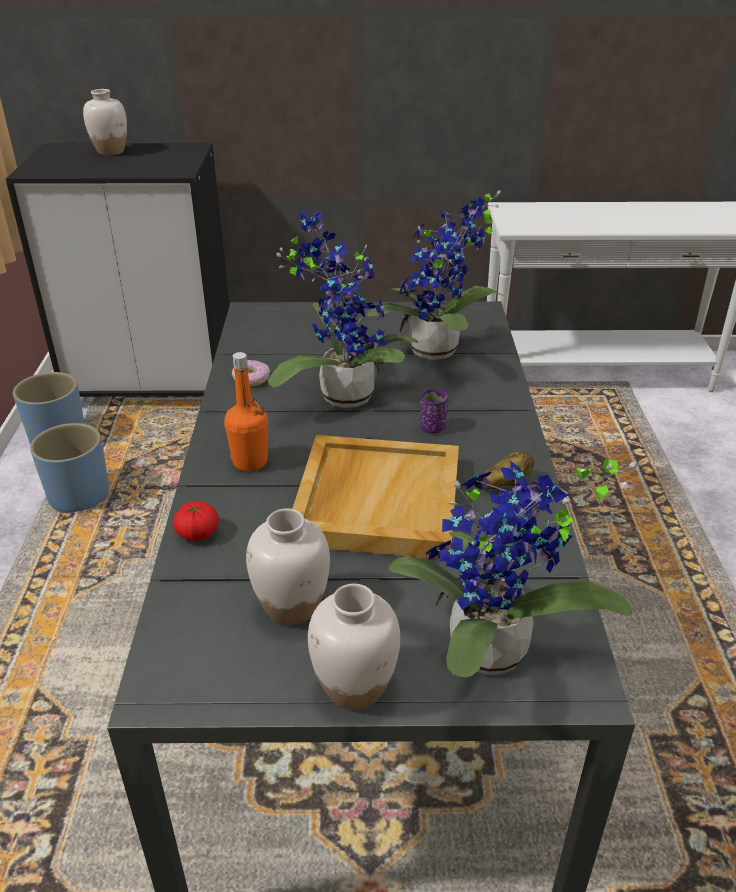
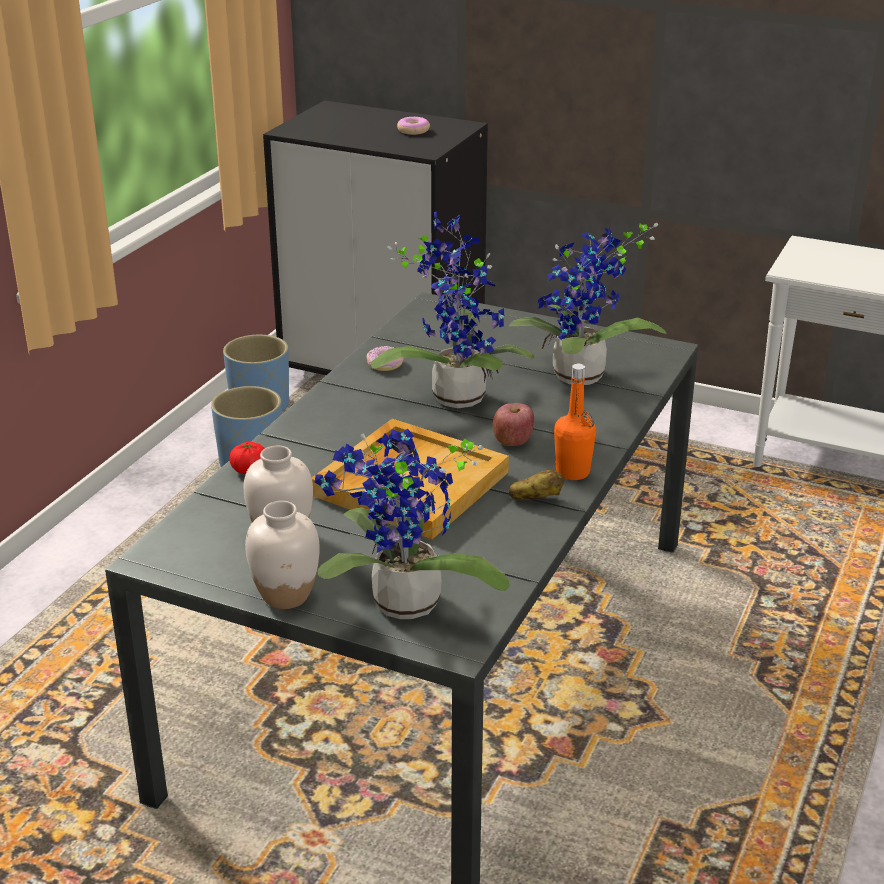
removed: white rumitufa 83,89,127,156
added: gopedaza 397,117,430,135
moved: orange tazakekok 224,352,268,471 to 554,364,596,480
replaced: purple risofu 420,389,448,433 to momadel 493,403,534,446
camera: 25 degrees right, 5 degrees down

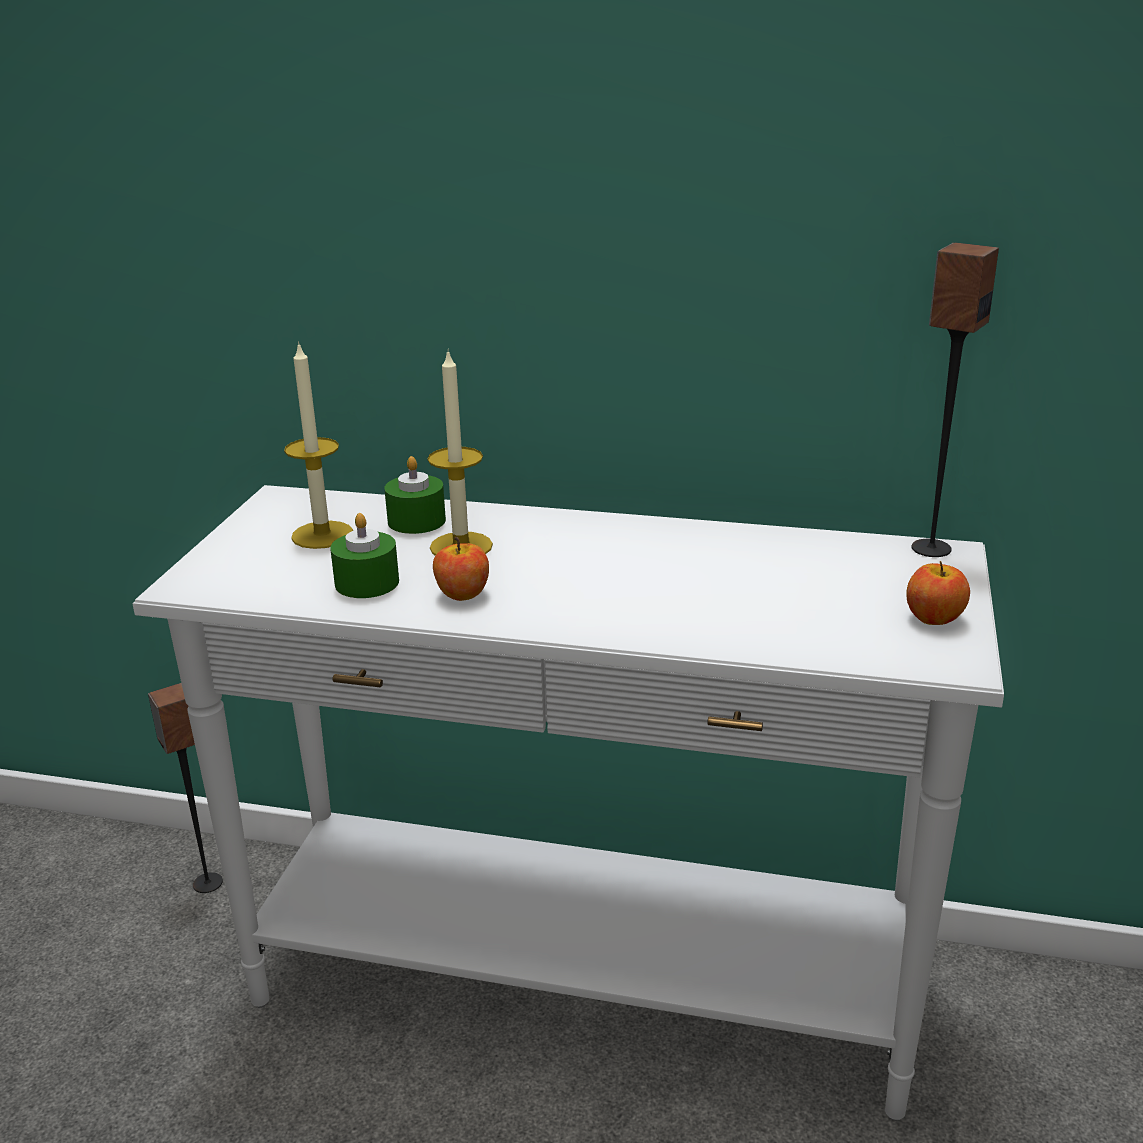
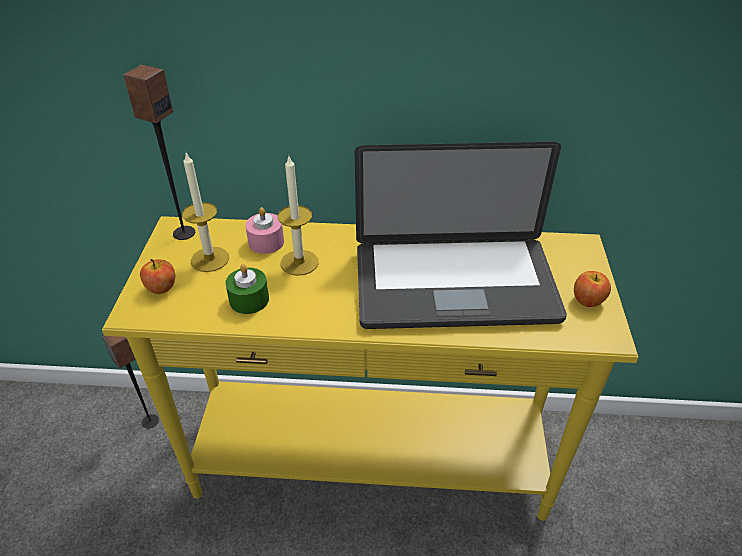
added: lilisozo 355,142,567,329
moved: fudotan 912,243,999,557 to 123,65,195,240; momadel 433,537,489,601 to 140,259,175,294
recoloured: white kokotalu 133,485,1004,1121 to yellow kokotalu 102,216,638,521; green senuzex 384,456,446,534 to pink senuzex 245,207,284,254
camera: 10 degrees left, 15 degrees up

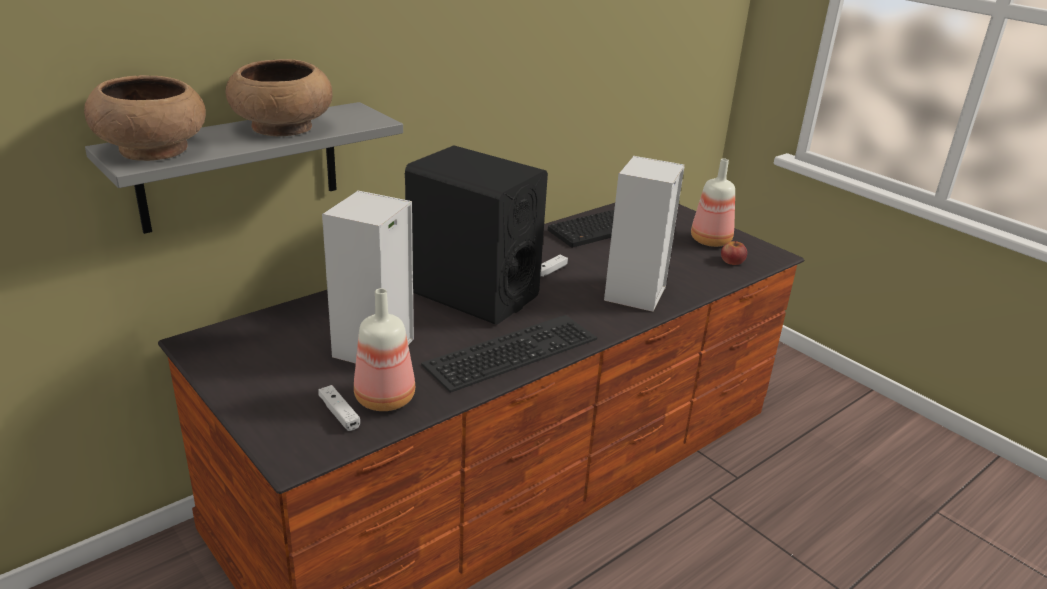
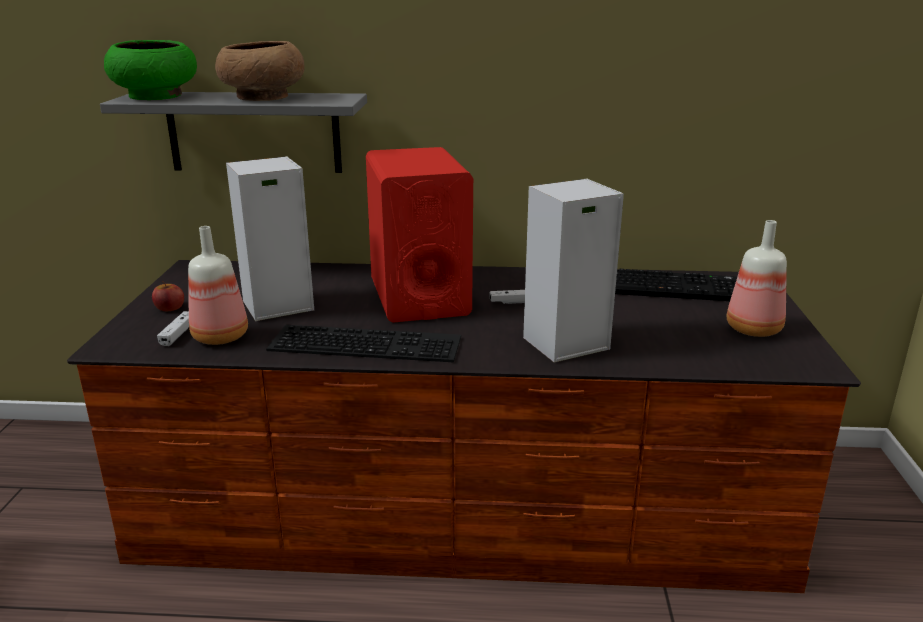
moved: momadel 721,240,747,265 to 152,281,184,311
recoloured: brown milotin 84,75,206,161 to green milotin 104,40,197,100; black fudotan 404,146,548,325 to red fudotan 366,147,473,323
camera: 45 degrees right, 5 degrees down

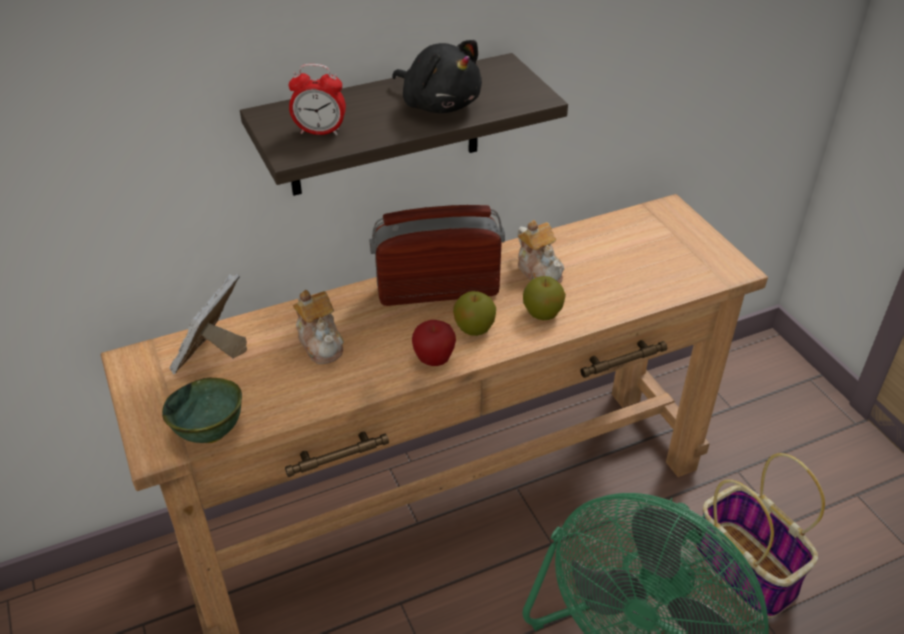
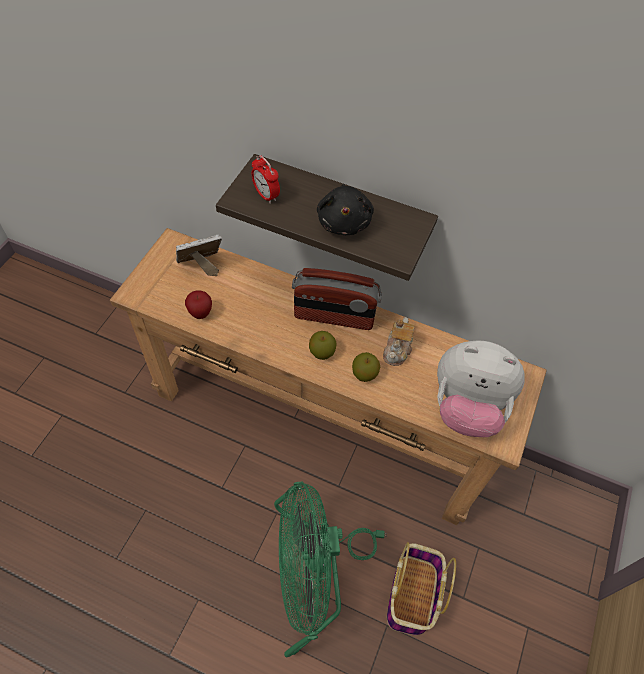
removed: green milotin 162,378,242,443; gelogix 293,290,344,364
added: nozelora 437,340,525,437
moved: momadel 412,320,456,366 to 185,290,212,319
turned: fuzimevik 369,205,505,306 = 292,268,382,330 150 degrees clockwise
camera: 45 degrees right, 15 degrees up

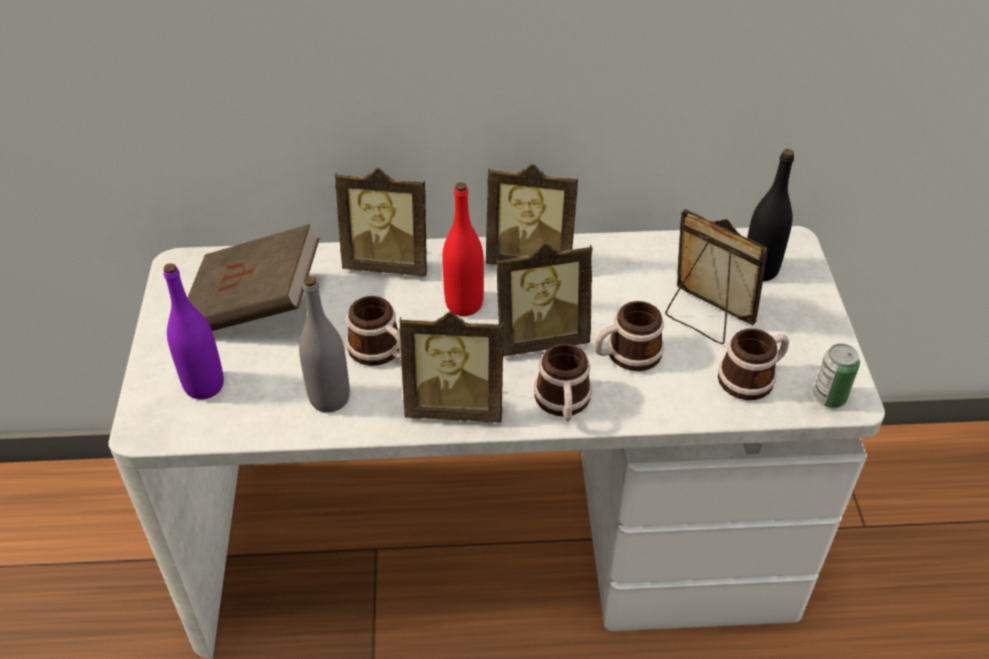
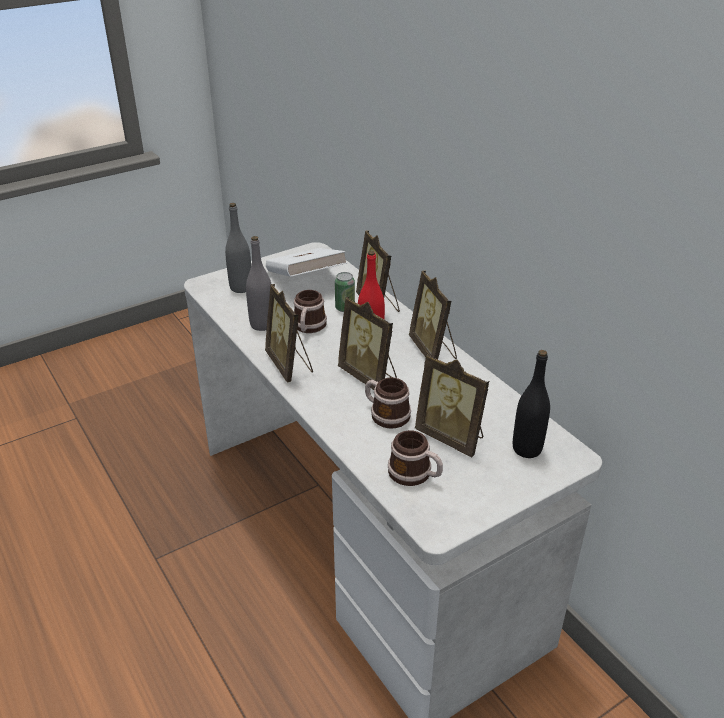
removed: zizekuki 534,344,592,421
moved: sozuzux 813,344,860,408 to 335,272,355,312
recoloured: purple tazakekok 164,263,224,399 to grey tazakekok 225,203,251,293; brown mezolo 187,224,320,331 to white mezolo 266,248,347,277
turned: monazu 665,209,768,344 = 415,354,489,457 120 degrees clockwise
camera: 60 degrees right, 10 degrees down

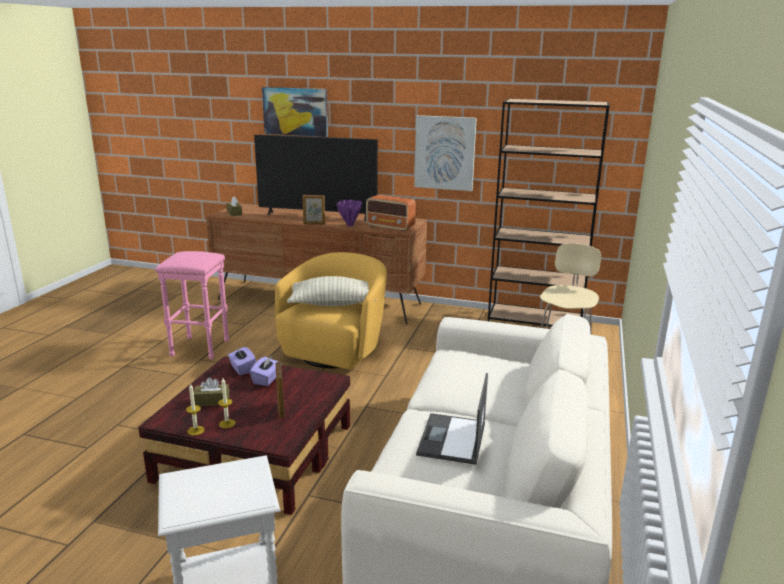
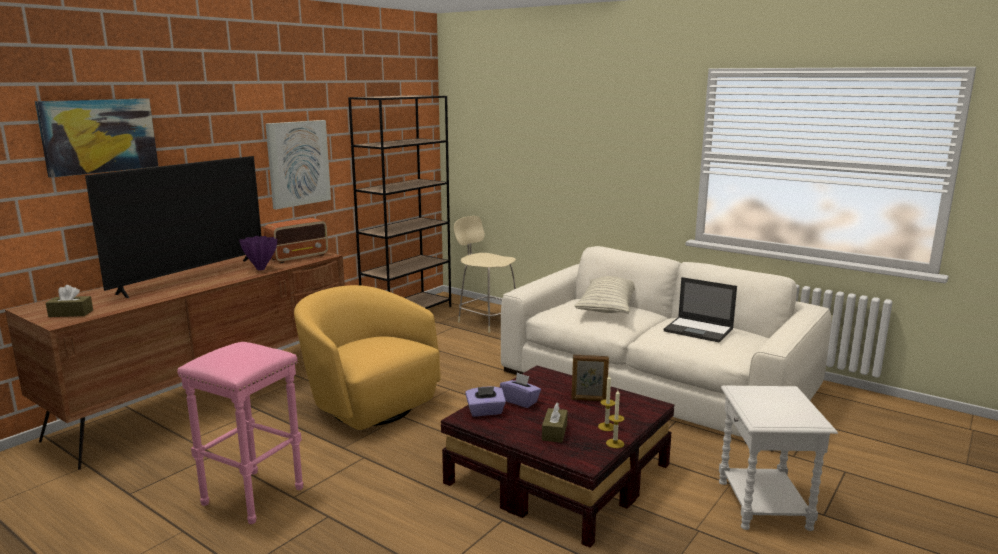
removed: monazu 302,195,325,224
moved: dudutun 287,276,376,306 to 574,276,635,314
camera: 70 degrees left, 5 degrees down

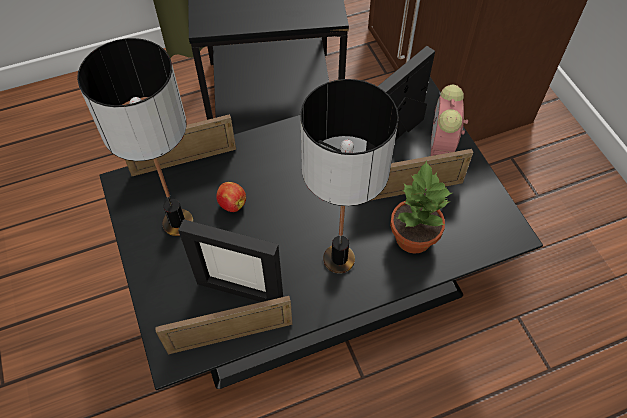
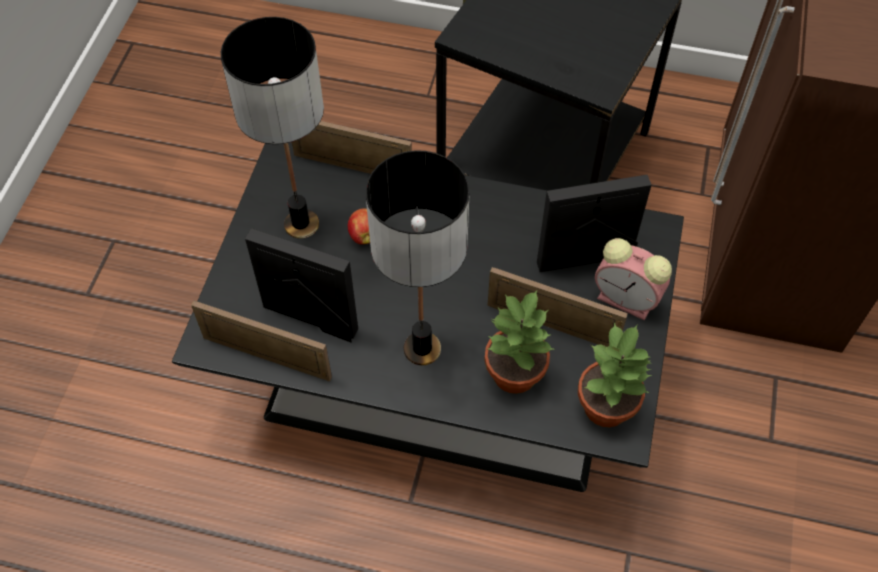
added: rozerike 578,322,652,427
turned: monazu 178,219,283,302 = 245,228,358,343 150 degrees clockwise; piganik 430,85,468,156 = 595,238,672,321 105 degrees counterclockwise
camera: 35 degrees right, 0 degrees up

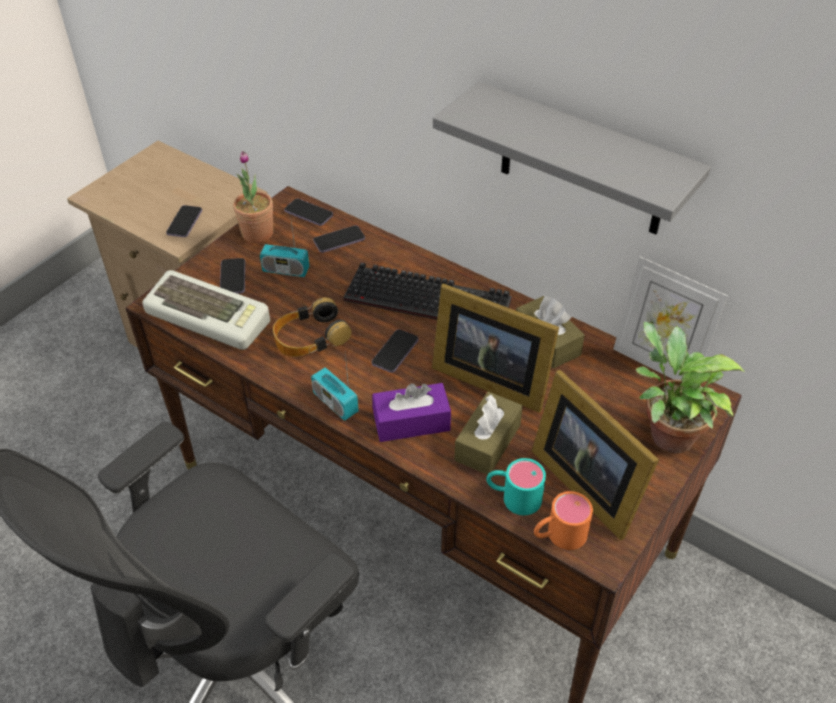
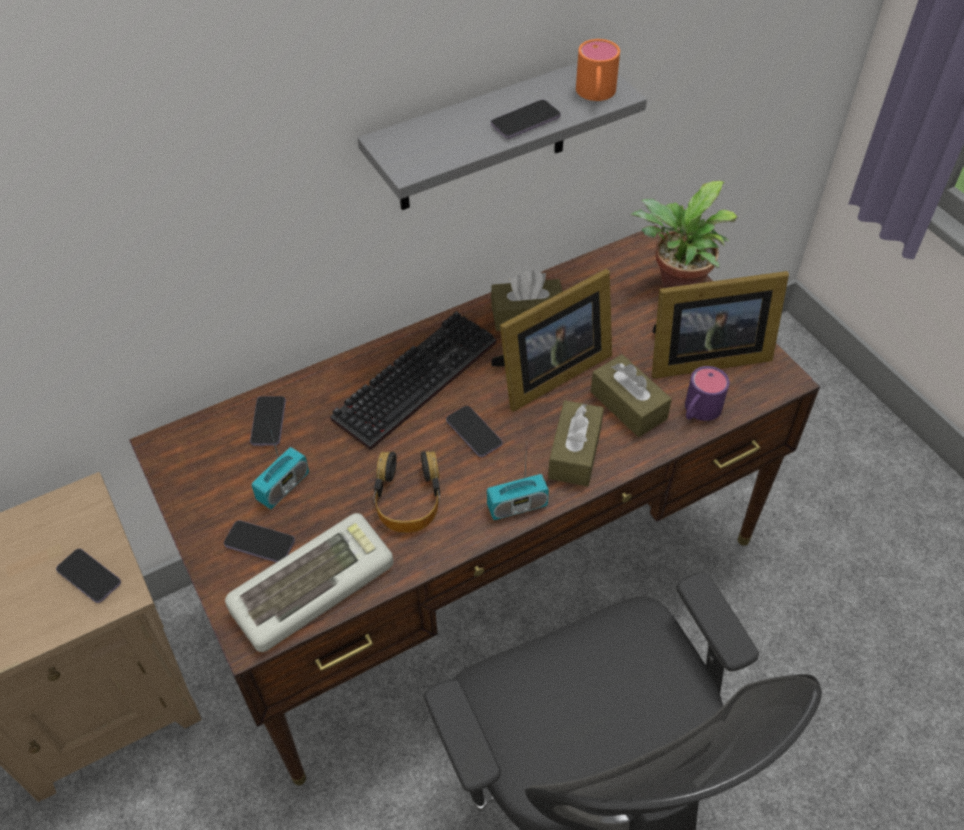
removed: rozerike 233,151,273,243; monazu 613,257,728,380
moved: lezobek 284,199,333,226 to 491,100,561,139; orange zizekuki 534,491,593,550 to 576,39,620,101
recoloured: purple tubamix 372,383,451,442 to brown tubamix 548,400,604,486; turquoise zizekuki 486,458,546,515 to purple zizekuki 685,366,729,421
camera: 65 degrees left, 5 degrees up

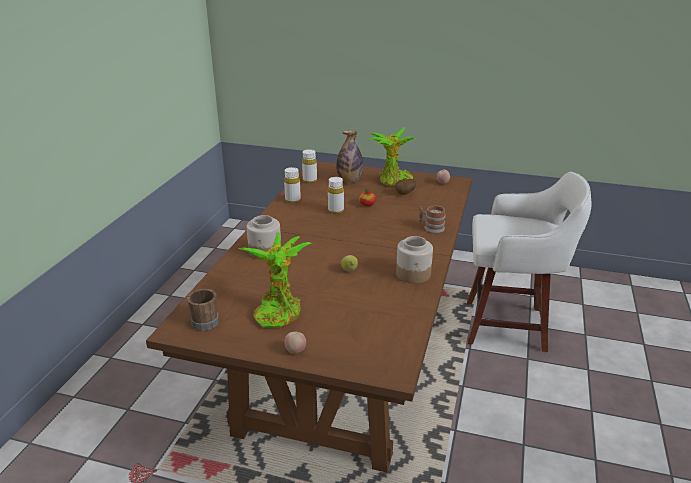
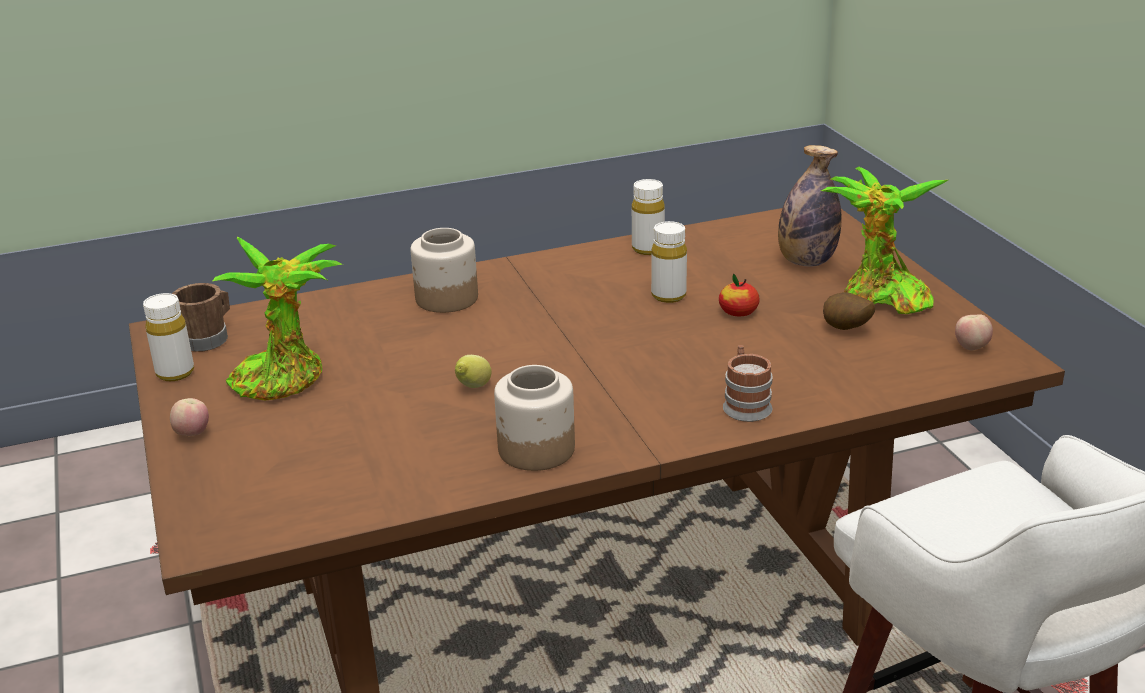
moved: white tazakekok 302,149,317,183 to 143,293,194,381
camera: 55 degrees right, 0 degrees up

